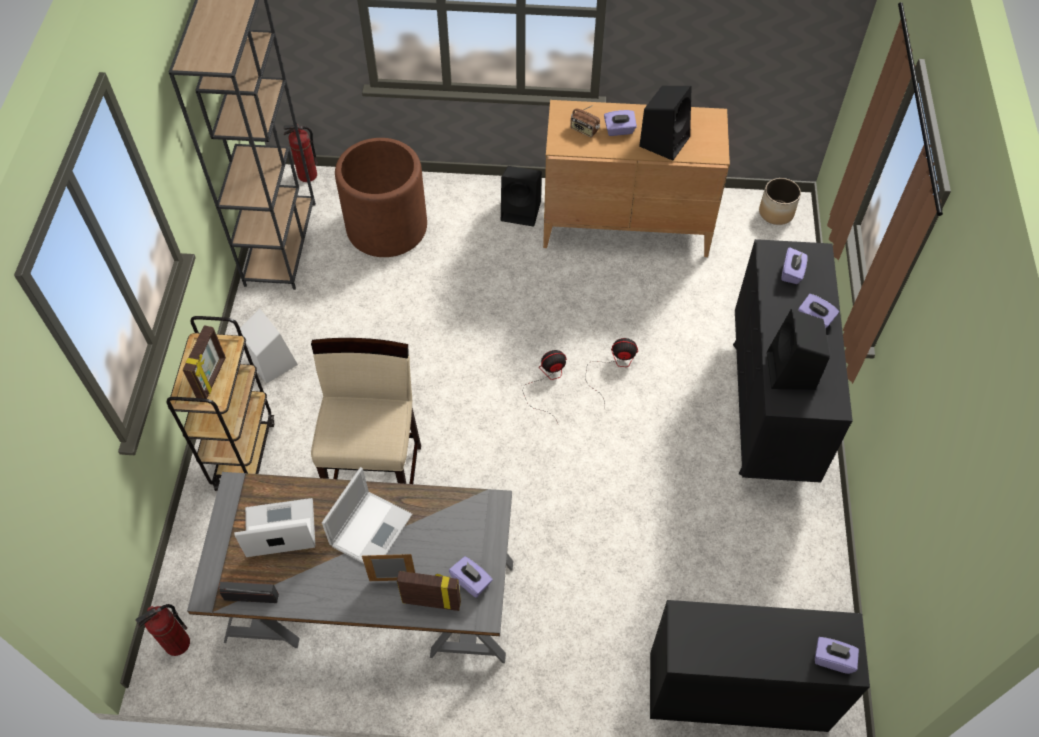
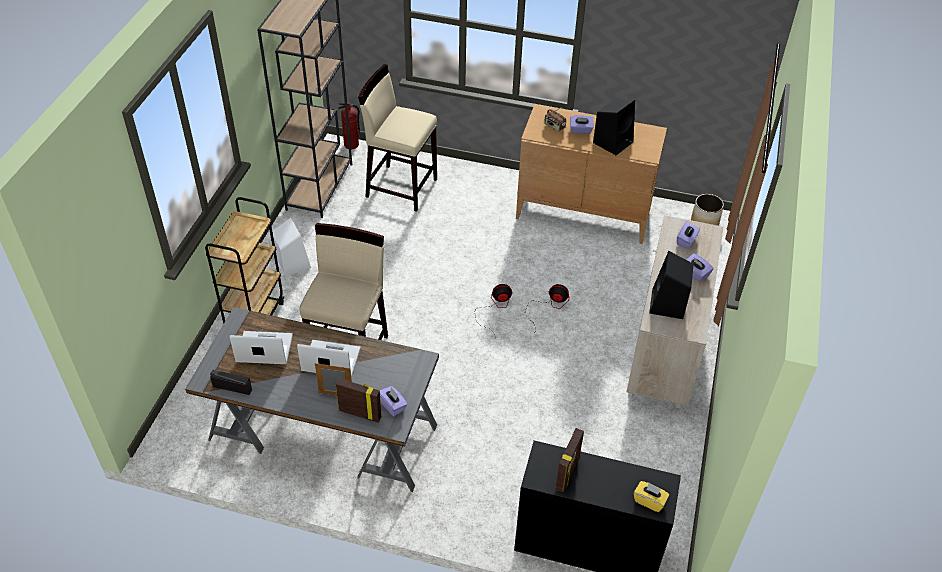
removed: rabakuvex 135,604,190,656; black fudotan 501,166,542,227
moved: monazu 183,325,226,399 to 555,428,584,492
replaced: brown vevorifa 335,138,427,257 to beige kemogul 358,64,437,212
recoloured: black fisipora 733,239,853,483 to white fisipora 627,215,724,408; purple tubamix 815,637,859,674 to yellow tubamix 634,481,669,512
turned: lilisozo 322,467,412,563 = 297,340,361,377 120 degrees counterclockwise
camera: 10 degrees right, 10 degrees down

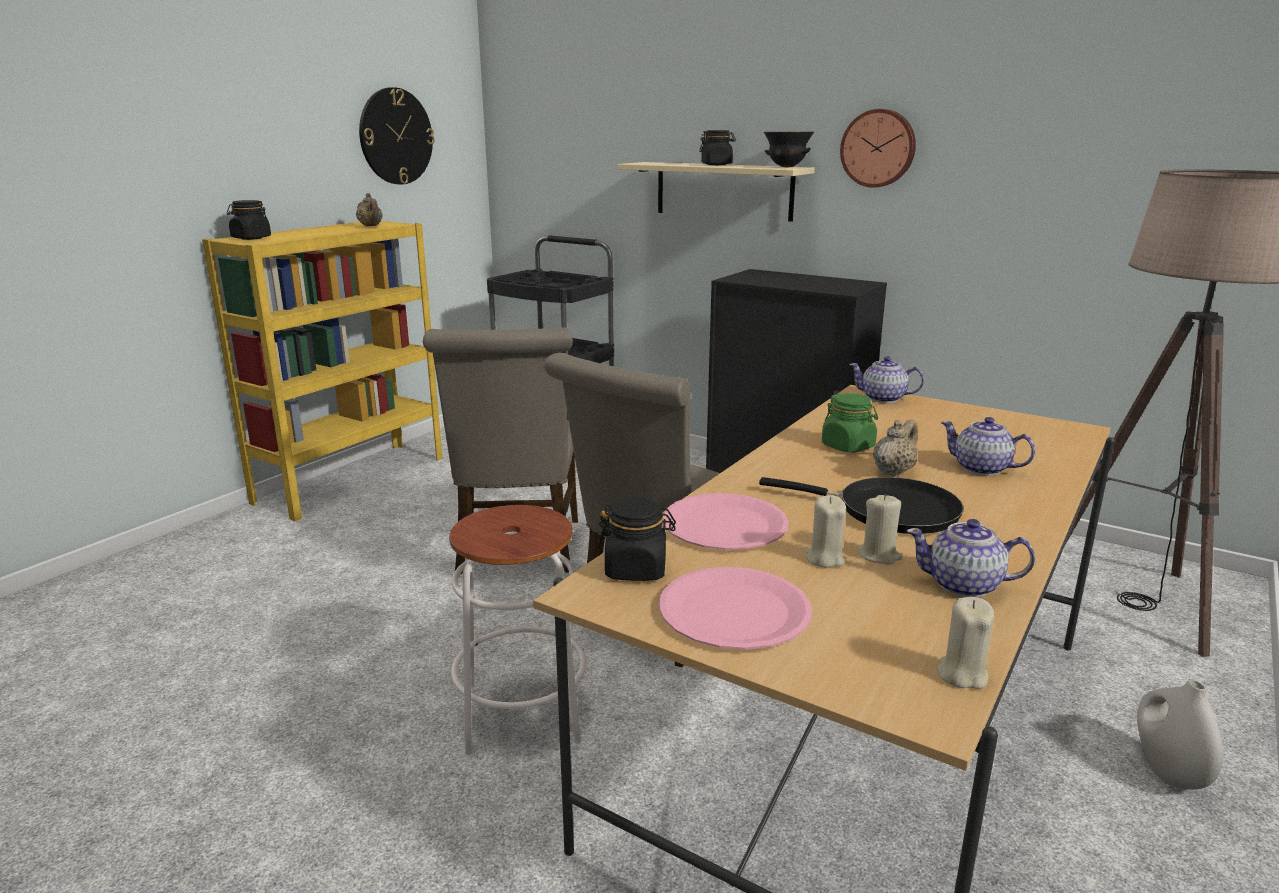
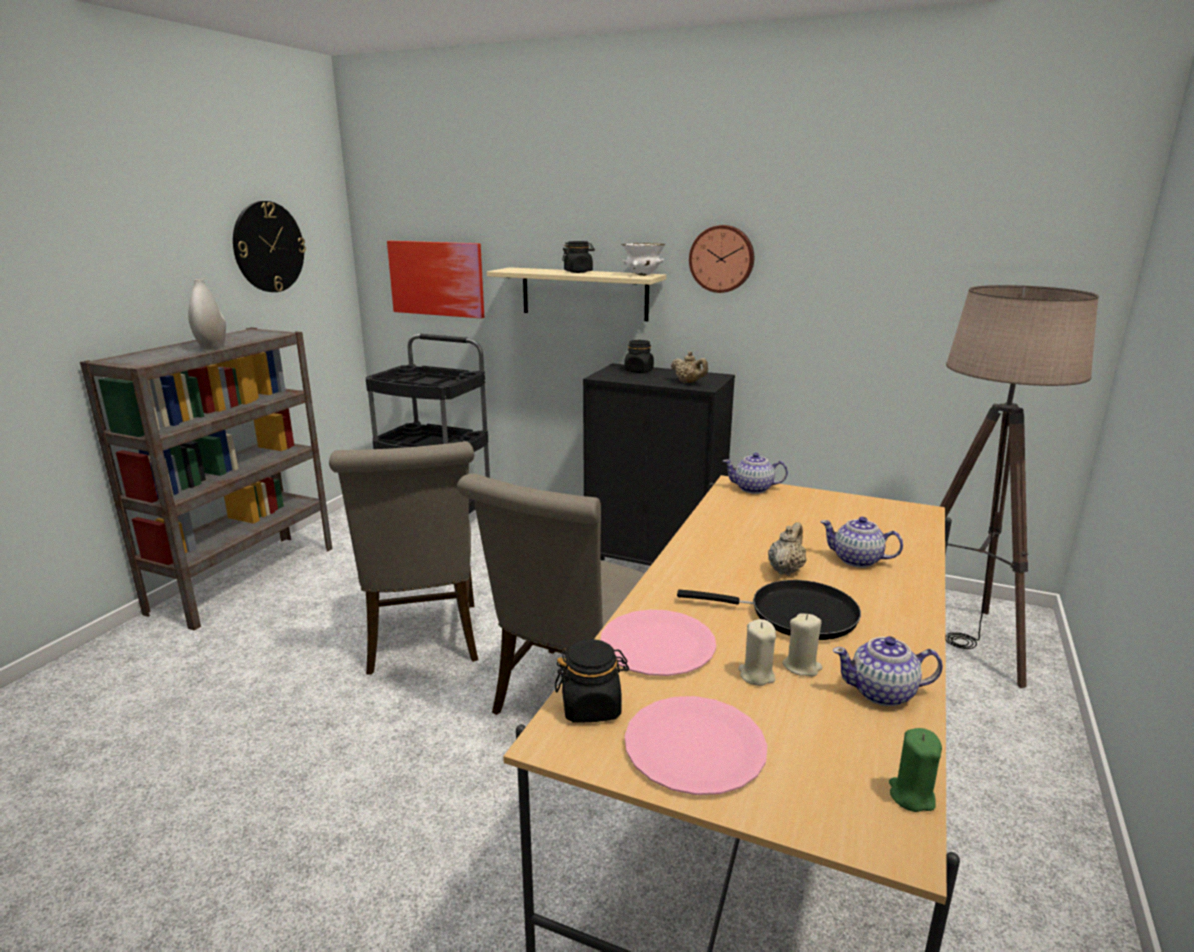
removed: white kemogul 449,505,586,755; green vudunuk 822,393,878,453
added: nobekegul 387,241,484,319
moved: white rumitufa 1137,679,1223,790 to 188,279,226,349; black vudunuk 227,200,271,240 to 624,340,654,373; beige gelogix 356,193,383,226 to 671,352,708,383
recoloured: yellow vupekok 202,221,443,521 to grey vupekok 80,327,332,631; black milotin 764,131,814,167 to white milotin 621,243,666,276; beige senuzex 937,597,994,689 to green senuzex 889,728,942,812
camera: 10 degrees left, 0 degrees up

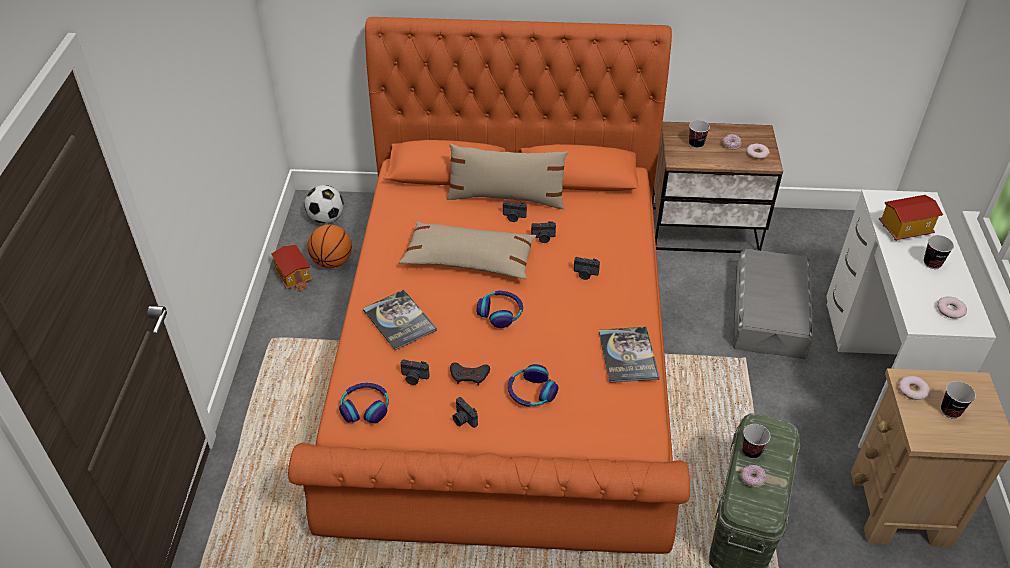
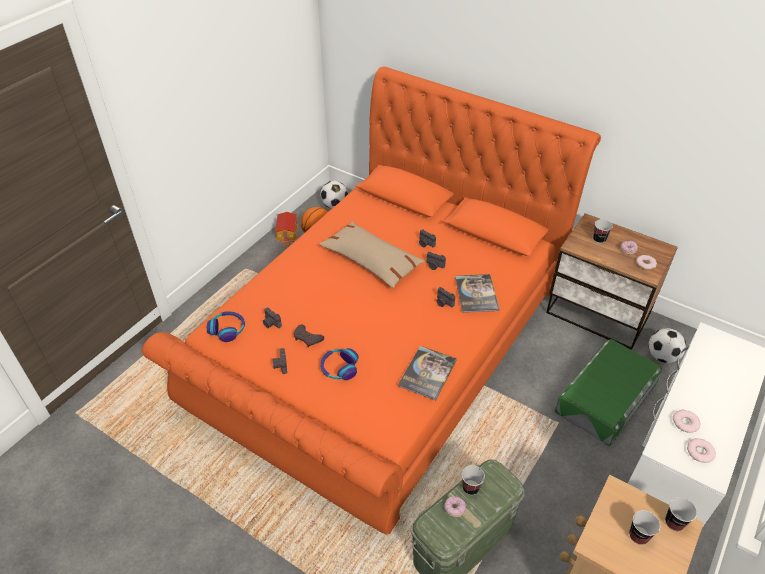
removed: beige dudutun 447,144,568,209; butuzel 477,291,523,328; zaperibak 879,195,943,241
added: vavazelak 648,328,686,363
moved: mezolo 363,290,437,350 to 455,274,499,313; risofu 924,235,954,269 to 665,497,697,531; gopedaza 899,376,930,400 to 673,410,701,433
recoloured: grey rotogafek 733,249,813,359 to green rotogafek 555,339,662,446
camera: 30 degrees right, 0 degrees up

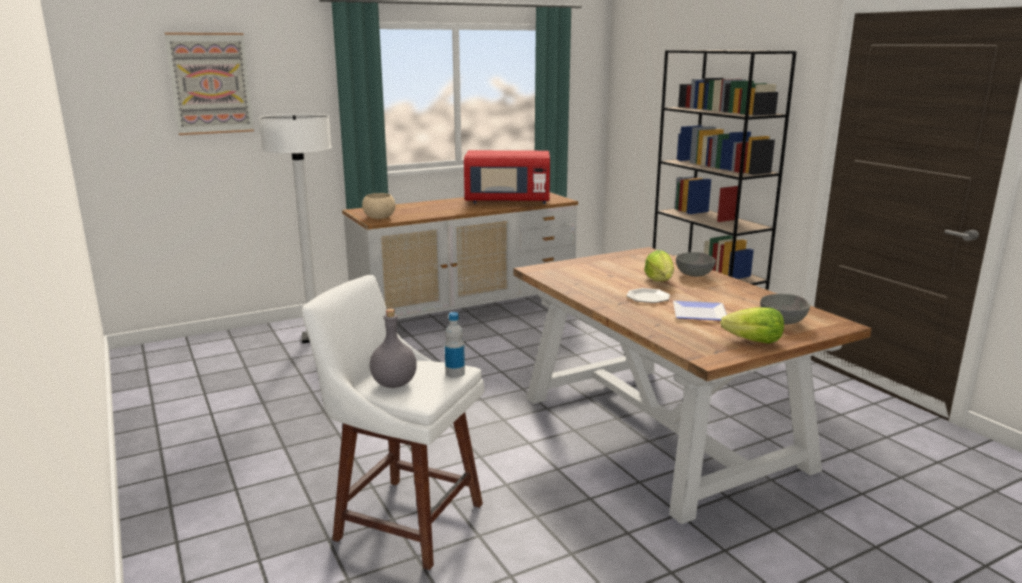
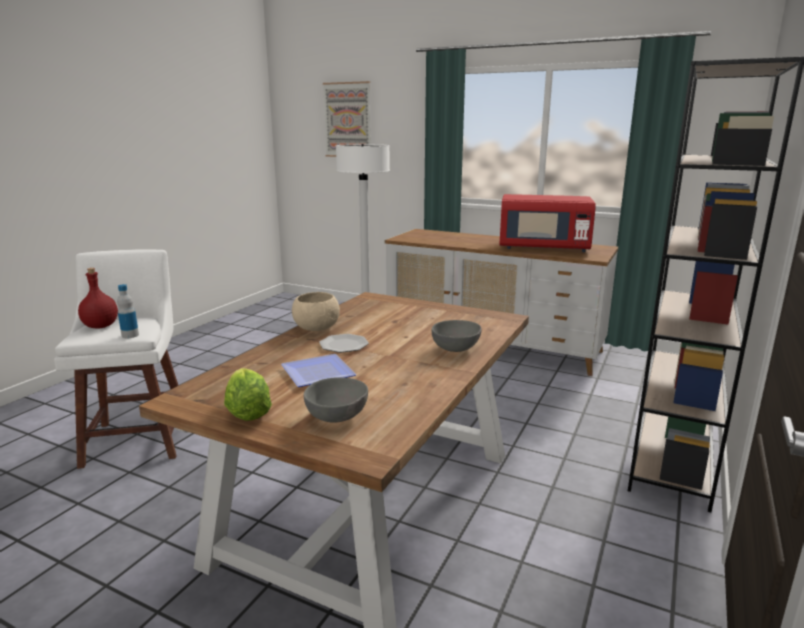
removed: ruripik 644,250,674,281
moved: beige milotin 362,193,395,219 to 292,292,340,331
recoloured: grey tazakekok 370,309,417,388 to red tazakekok 78,268,118,328
turned: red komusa 464,150,550,204 = 500,194,596,252 45 degrees counterclockwise
camera: 55 degrees right, 0 degrees up

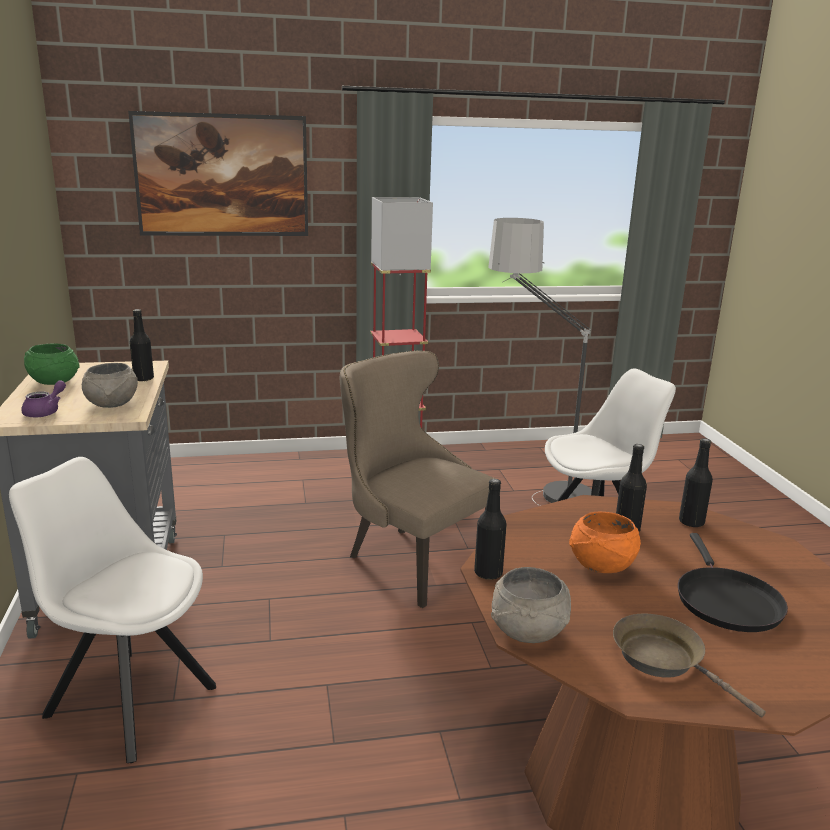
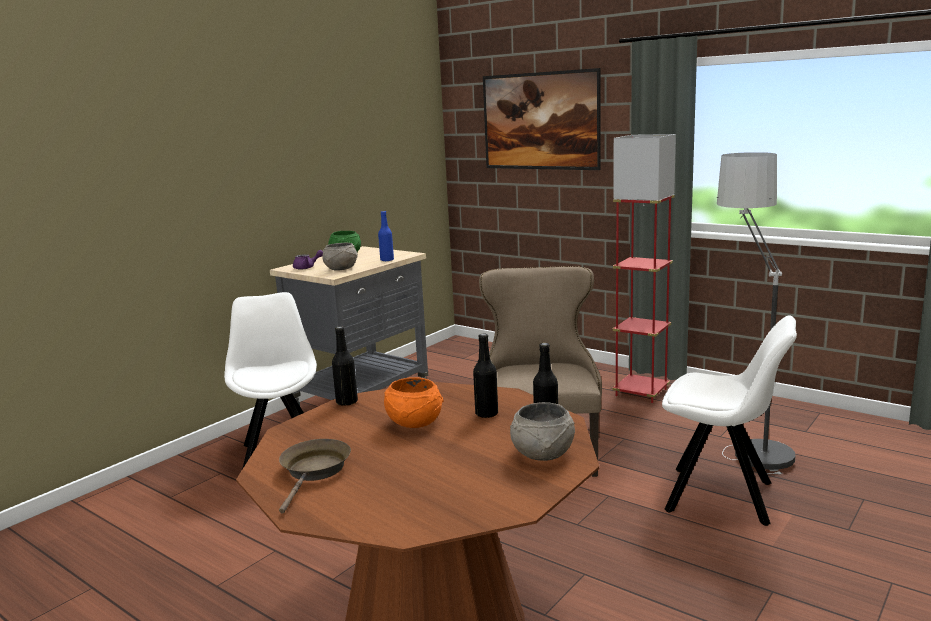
removed: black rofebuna 678,533,788,632
moved: grey milotin 491,567,571,643 to 510,402,575,461
recoloured: black tazakekok 130,309,154,382 to blue tazakekok 378,211,394,261
camera: 50 degrees right, 5 degrees down

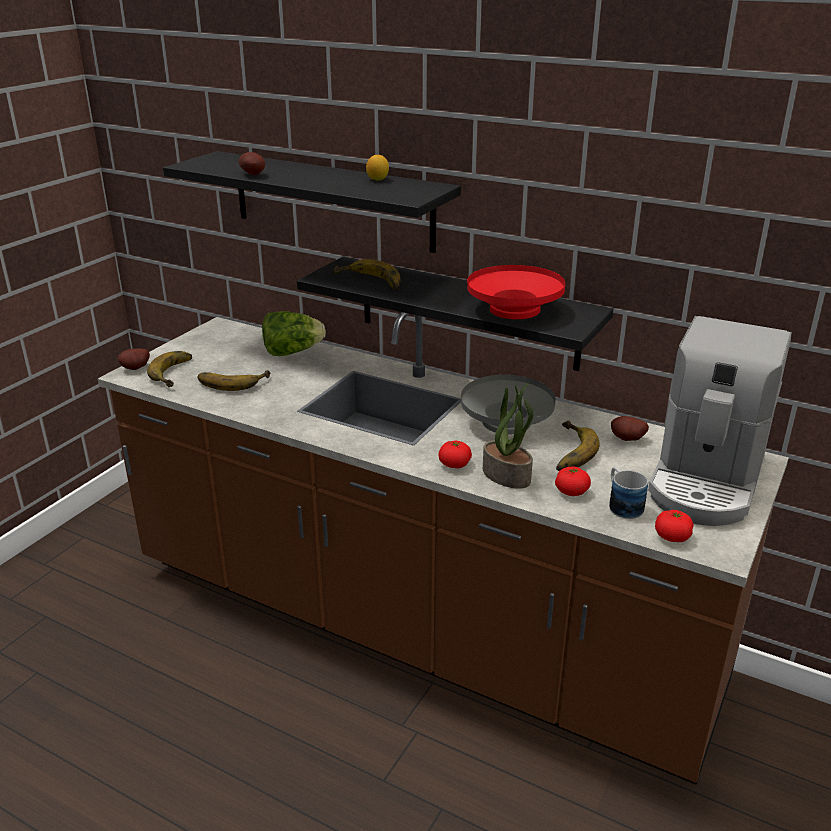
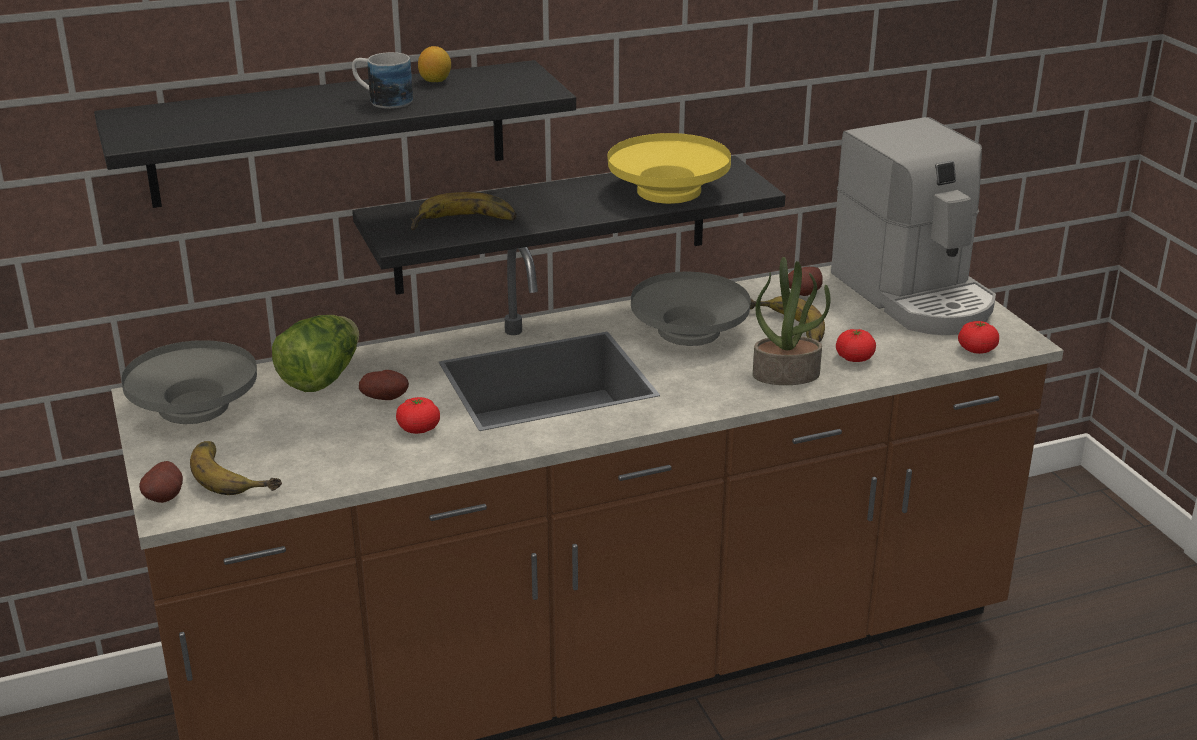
removed: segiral 197,370,270,391
added: grey milotin 121,340,257,424
moved: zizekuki 609,467,648,519 to 352,52,413,109; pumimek 239,152,265,175 to 359,370,409,400; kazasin 438,440,472,468 to 396,397,440,434
recoloured: red milotin 467,265,565,319 to yellow milotin 607,133,731,204
camera: 50 degrees left, 0 degrees up

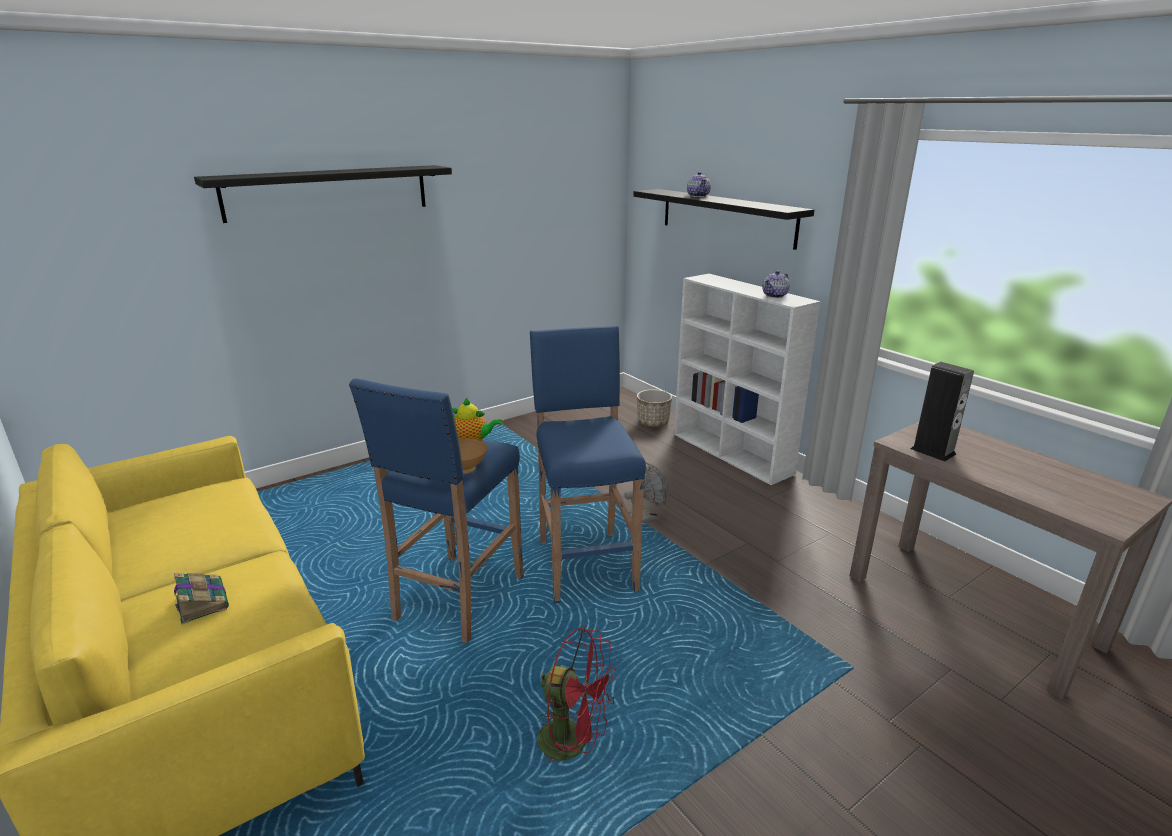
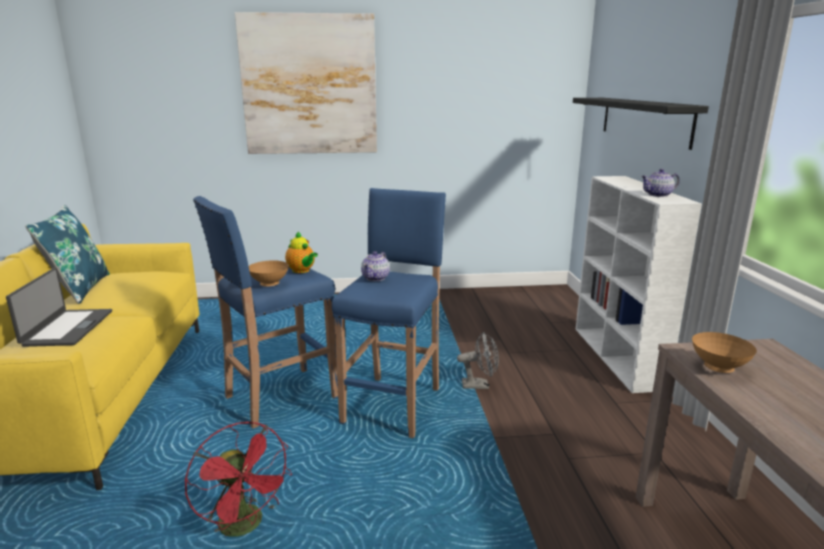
removed: vevorifa 637,389,672,427
added: blue dudutun 25,205,110,304
moved: gelogix 687,172,711,197 to 361,251,390,281
replaced: mezolo 174,573,229,625 to lilisozo 6,268,112,347; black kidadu 194,165,452,223 to nobekegul 235,12,377,154; fudotan 911,362,974,461 to brown milotin 692,332,757,373
camera: 30 degrees right, 5 degrees down

